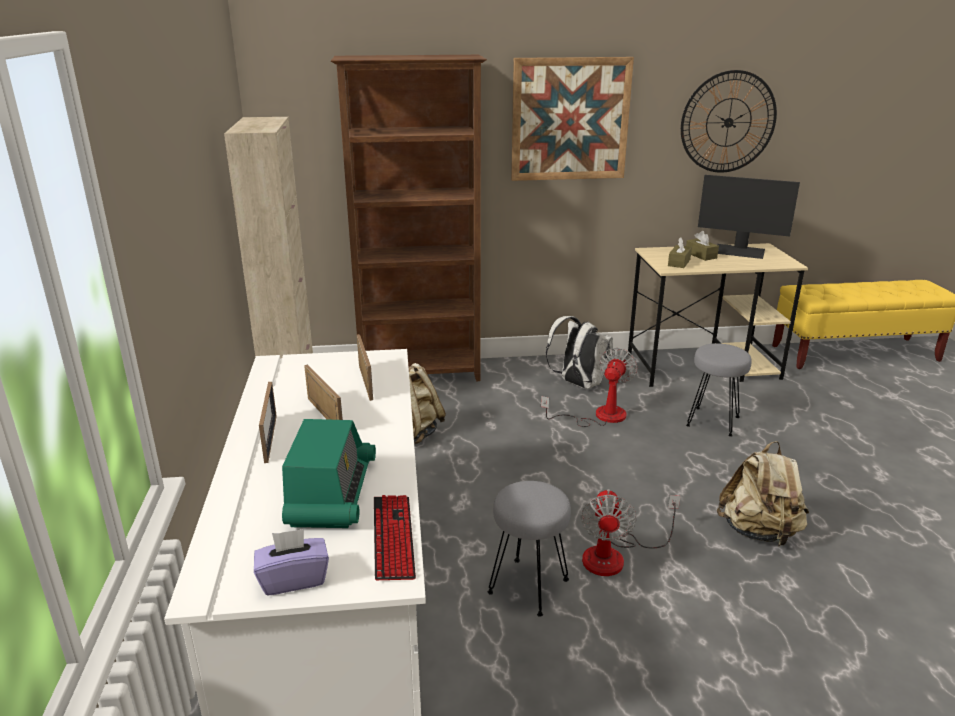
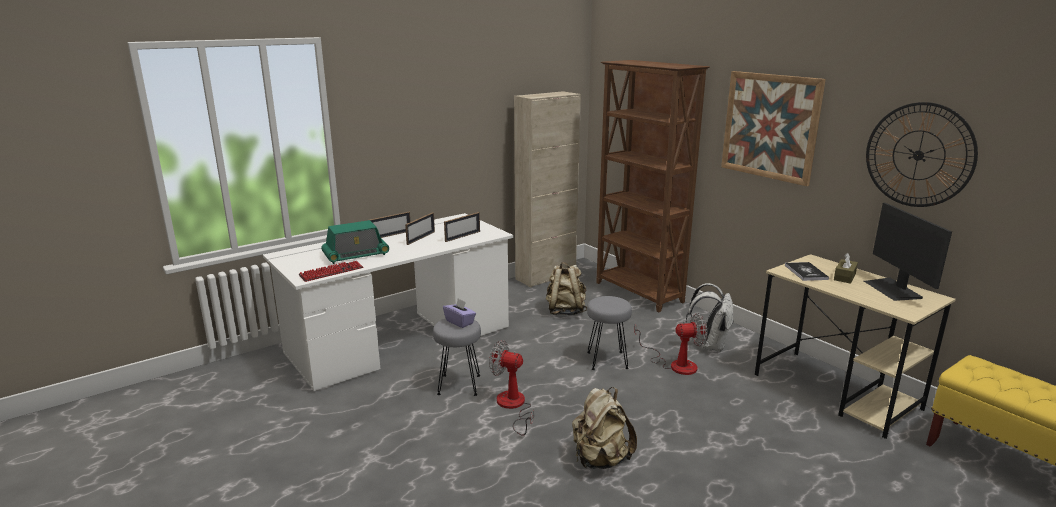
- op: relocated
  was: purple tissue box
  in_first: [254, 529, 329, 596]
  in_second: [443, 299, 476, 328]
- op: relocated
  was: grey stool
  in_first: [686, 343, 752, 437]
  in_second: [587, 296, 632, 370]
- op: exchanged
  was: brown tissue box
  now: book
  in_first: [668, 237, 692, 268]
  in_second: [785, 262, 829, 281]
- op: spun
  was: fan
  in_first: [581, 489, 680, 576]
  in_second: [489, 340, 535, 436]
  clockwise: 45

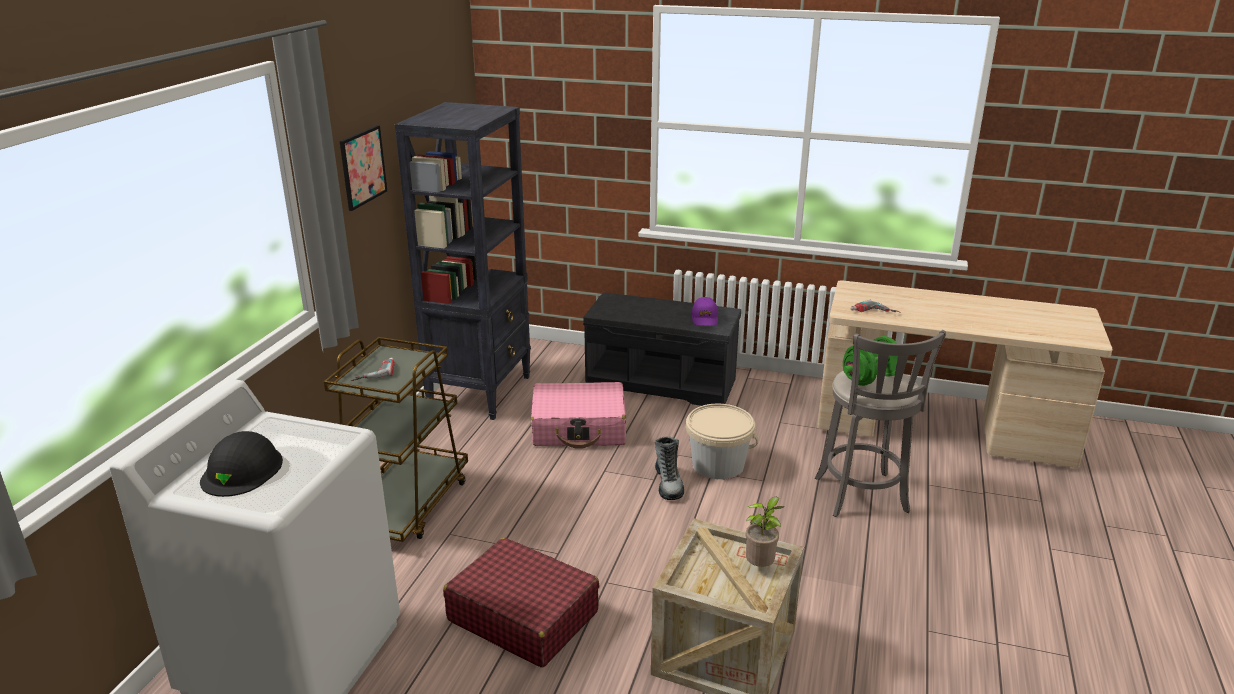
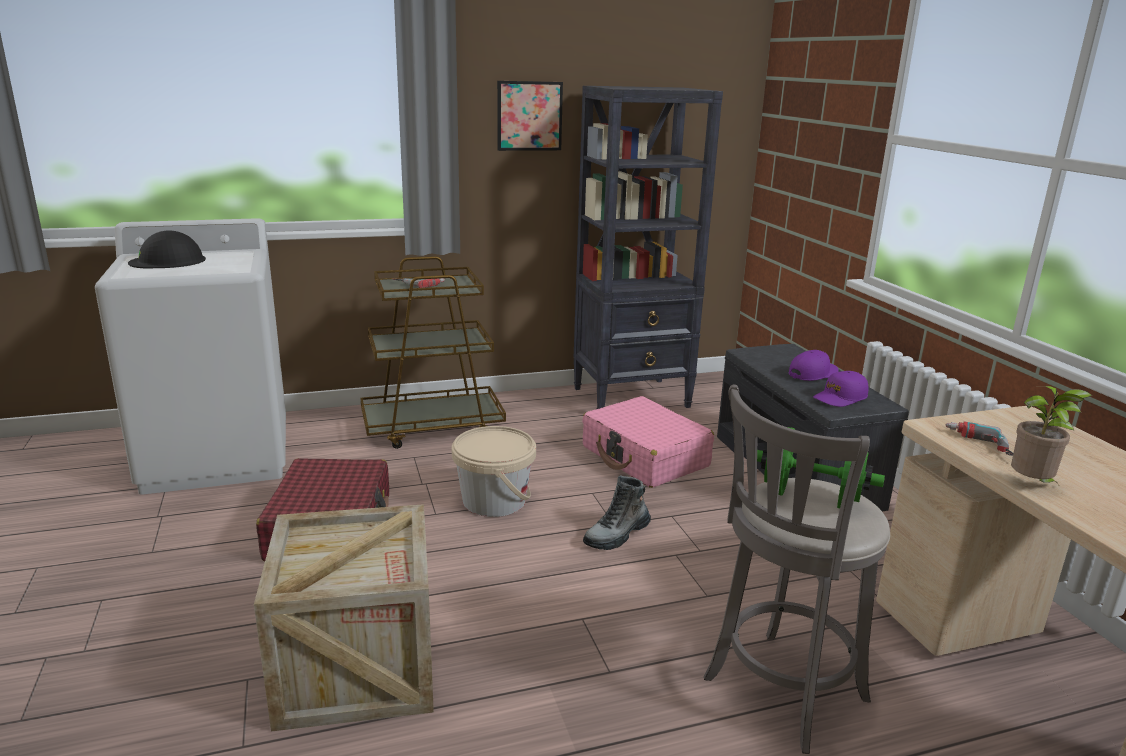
- op: appeared
  now: purple cap
  in_second: [789, 350, 839, 381]
- op: relocated
  was: beige bucket
  in_first: [686, 404, 758, 480]
  in_second: [452, 426, 536, 517]
- op: relocated
  was: potted plant
  in_first: [746, 497, 783, 567]
  in_second: [1011, 386, 1092, 484]

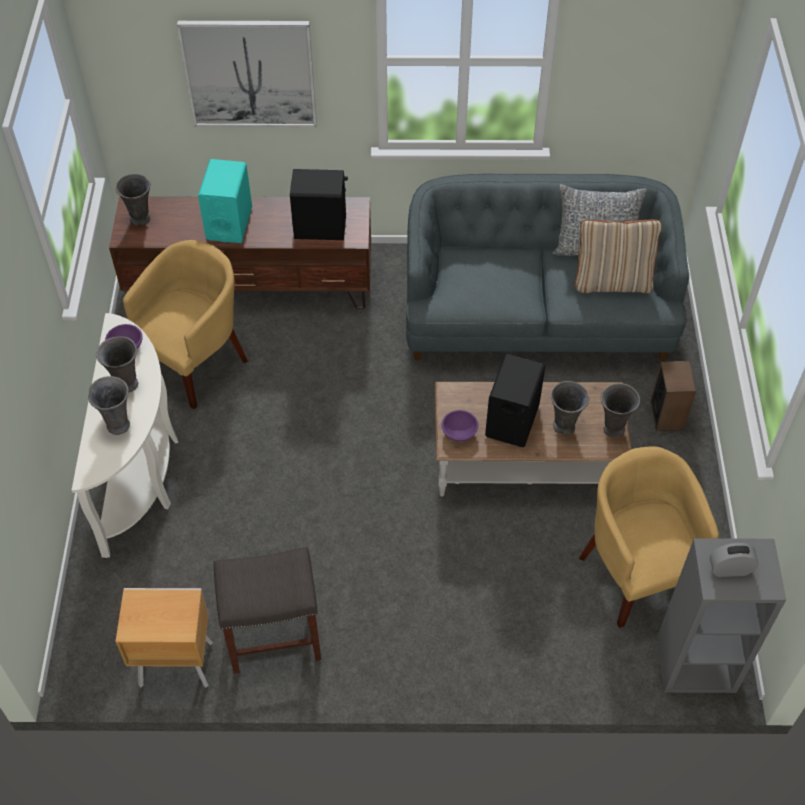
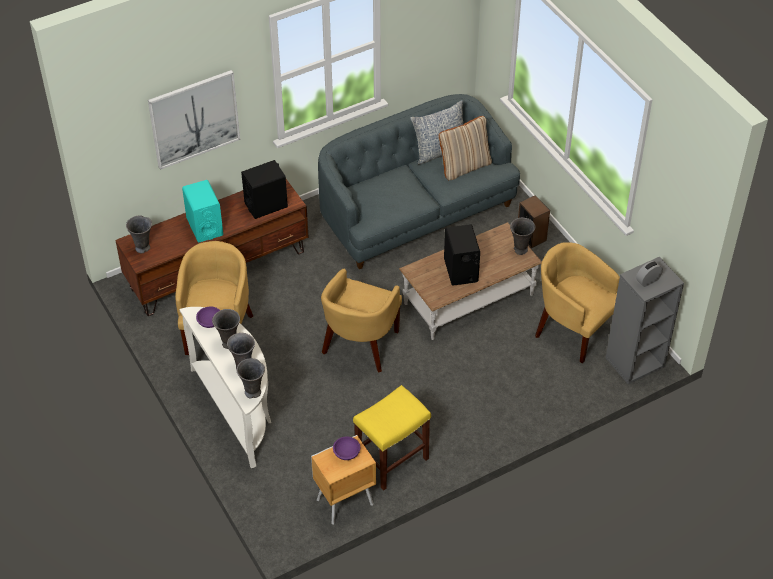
- op: appeared
  now: yellow armchair
  in_second: [321, 268, 402, 372]
- op: relocated
  was: purple bowl
  in_first: [442, 410, 478, 442]
  in_second: [333, 437, 360, 460]
- op: relocated
  was: grey vase
  in_first: [551, 381, 590, 435]
  in_second: [236, 358, 265, 399]
- op: colour
  was: grey stool
  now: yellow stool
  in_first: [214, 547, 321, 674]
  in_second: [353, 385, 431, 491]

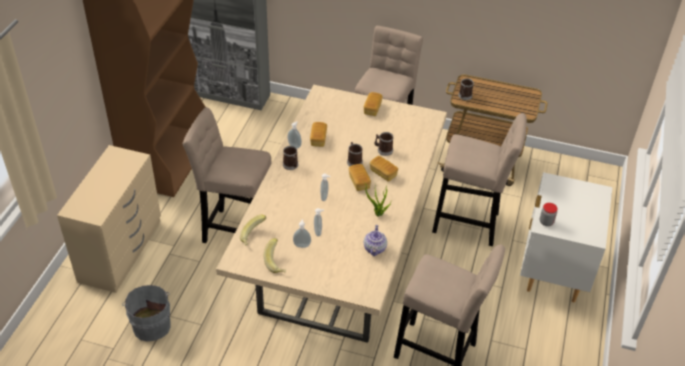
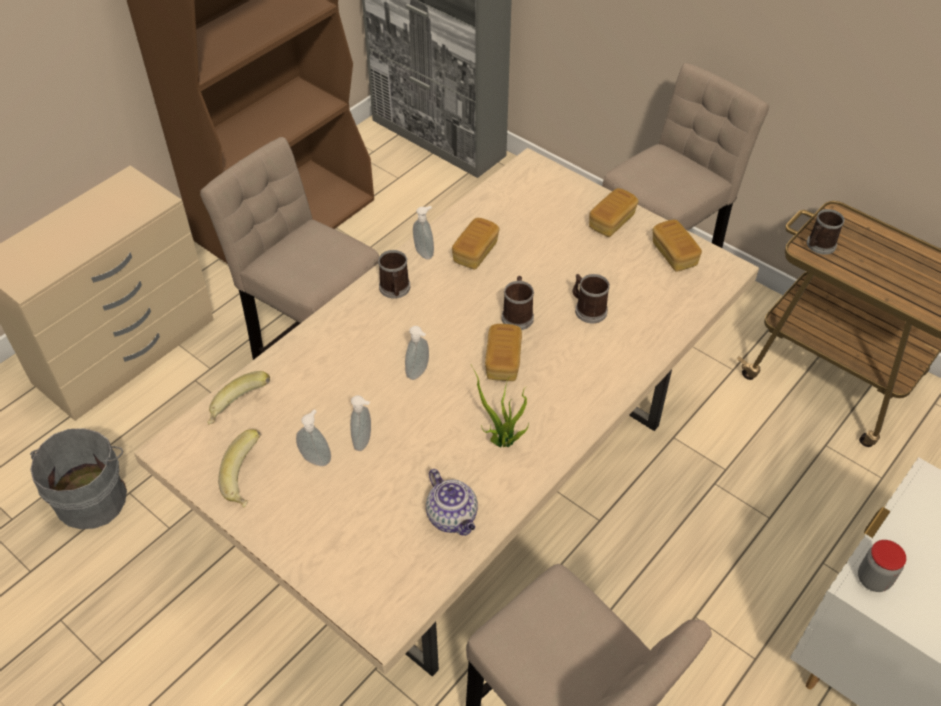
- op: missing
  was: beige stool
  in_first: [432, 113, 527, 246]
- op: relocated
  was: bread
  in_first: [370, 156, 398, 182]
  in_second: [653, 220, 702, 272]
- op: spun
  was: teapot
  in_first: [364, 225, 387, 256]
  in_second: [426, 469, 478, 536]
  clockwise: -60

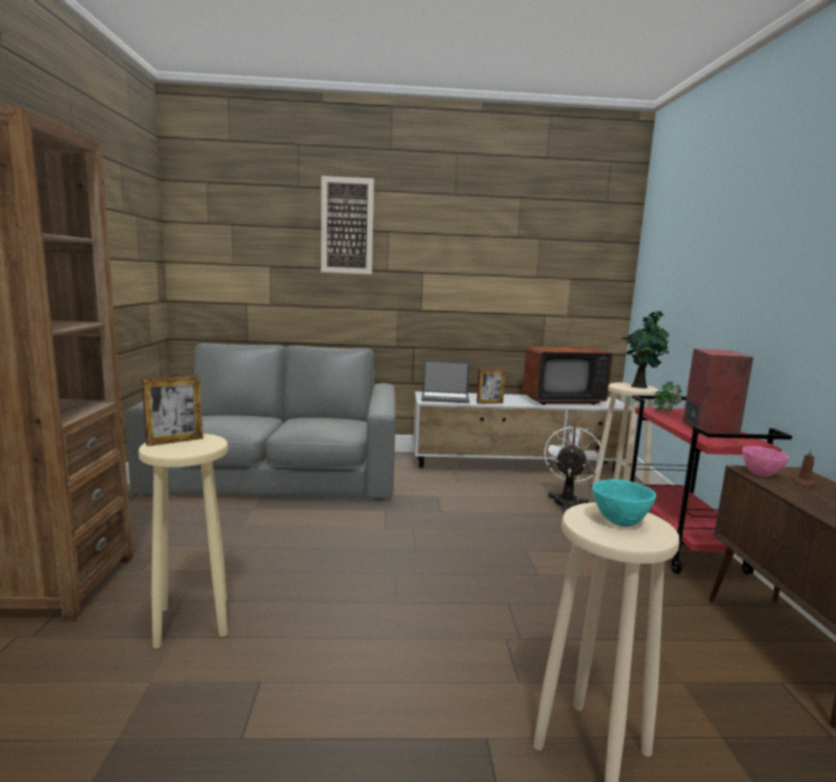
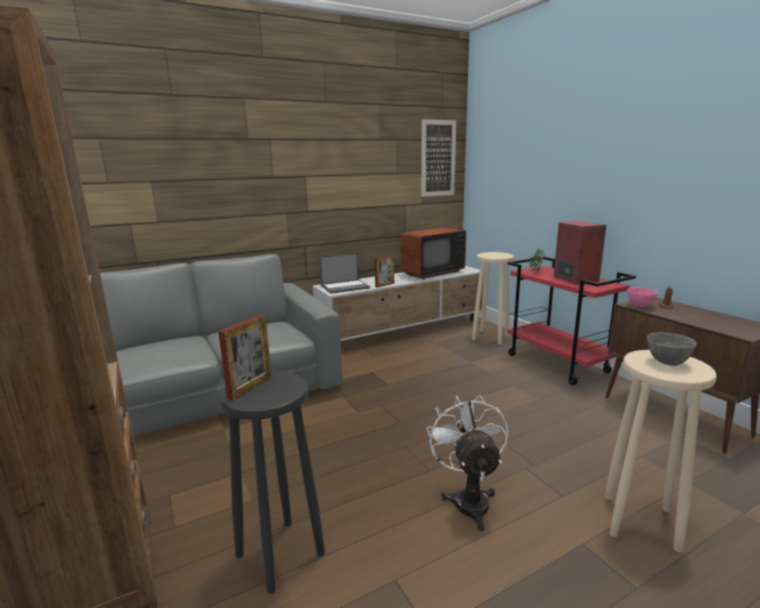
- op: missing
  was: potted plant
  in_first: [621, 311, 669, 388]
- op: relocated
  was: picture
  in_first: [321, 176, 374, 274]
  in_second: [421, 119, 456, 197]
- op: relocated
  was: white fan
  in_first: [544, 425, 603, 513]
  in_second: [427, 395, 509, 531]
- op: colour
  was: beige stool
  now: black stool
  in_first: [139, 434, 228, 648]
  in_second: [220, 371, 325, 594]
- op: colour
  was: turquoise bowl
  now: grey bowl
  in_first: [592, 479, 656, 527]
  in_second: [647, 332, 697, 366]

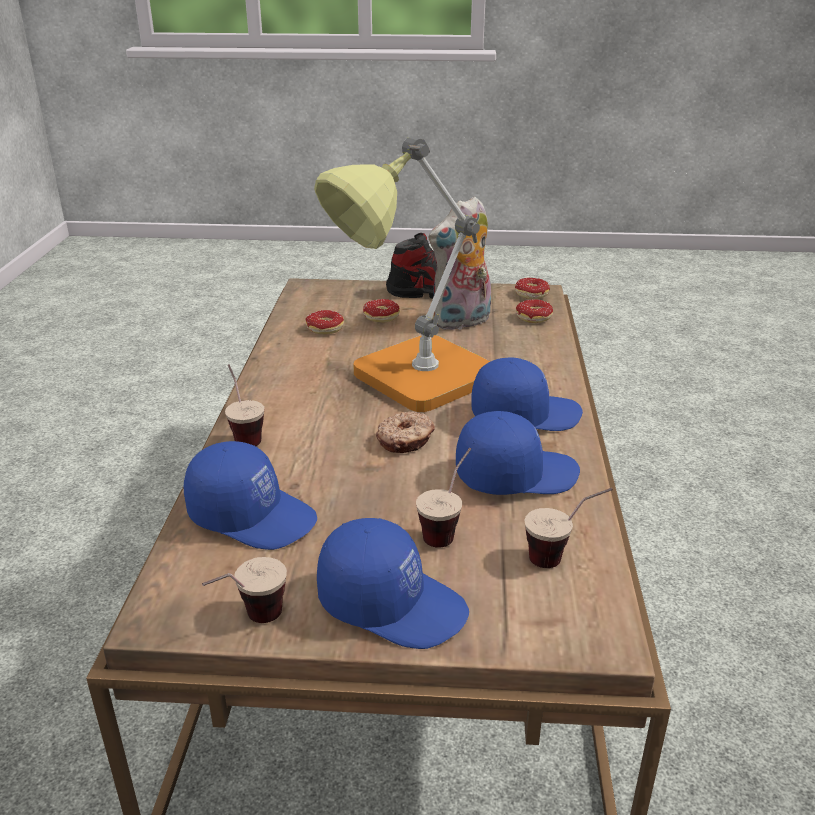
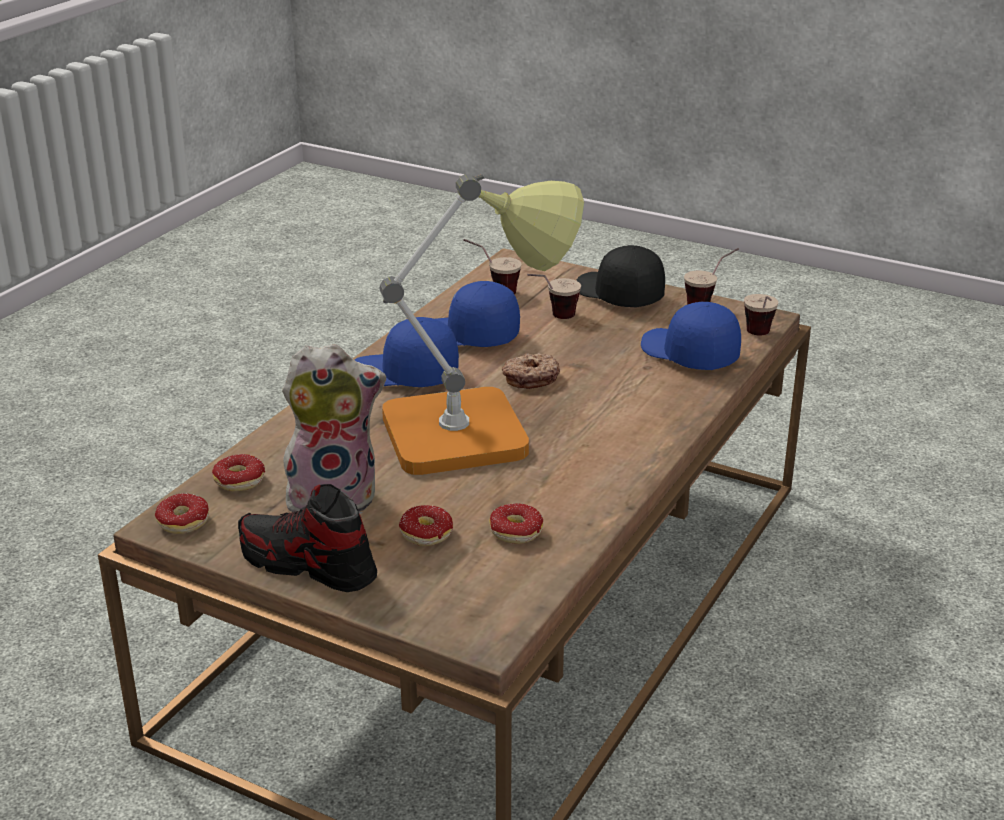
- op: relocated
  was: cup
  in_first: [225, 364, 264, 446]
  in_second: [744, 294, 778, 336]
- op: colour
  was: blue cap
  now: black cap
  in_first: [317, 518, 469, 649]
  in_second: [576, 245, 665, 307]

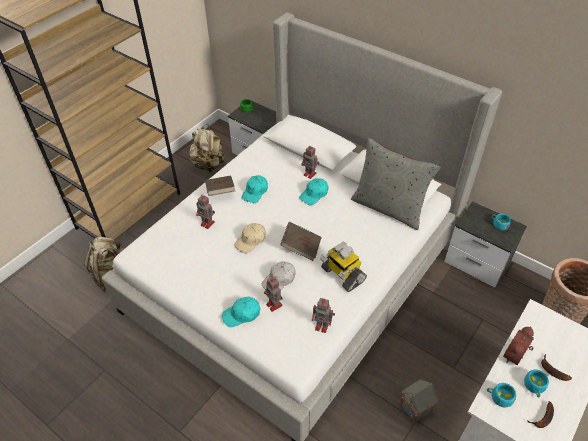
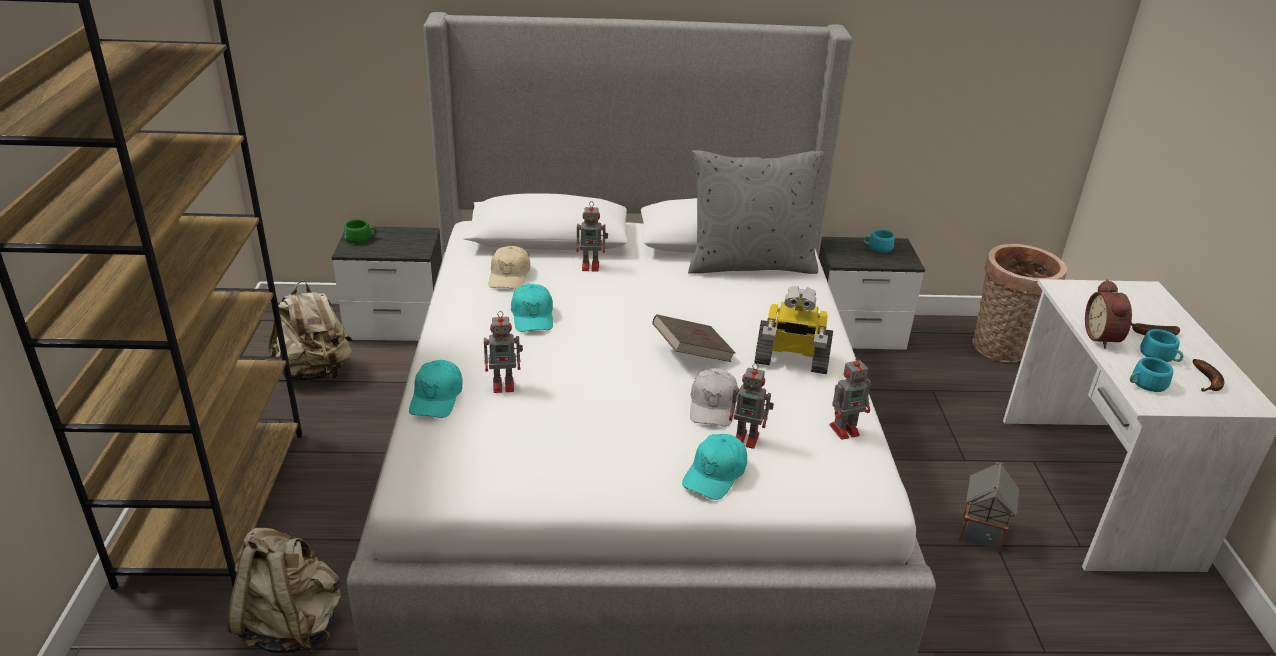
- op: missing
  was: brown book
  in_first: [205, 175, 235, 196]
- op: relocated
  was: beige cap
  in_first: [234, 223, 266, 253]
  in_second: [488, 246, 530, 289]
- op: relocated
  was: turquoise cap
  in_first: [299, 178, 328, 205]
  in_second: [409, 360, 463, 418]

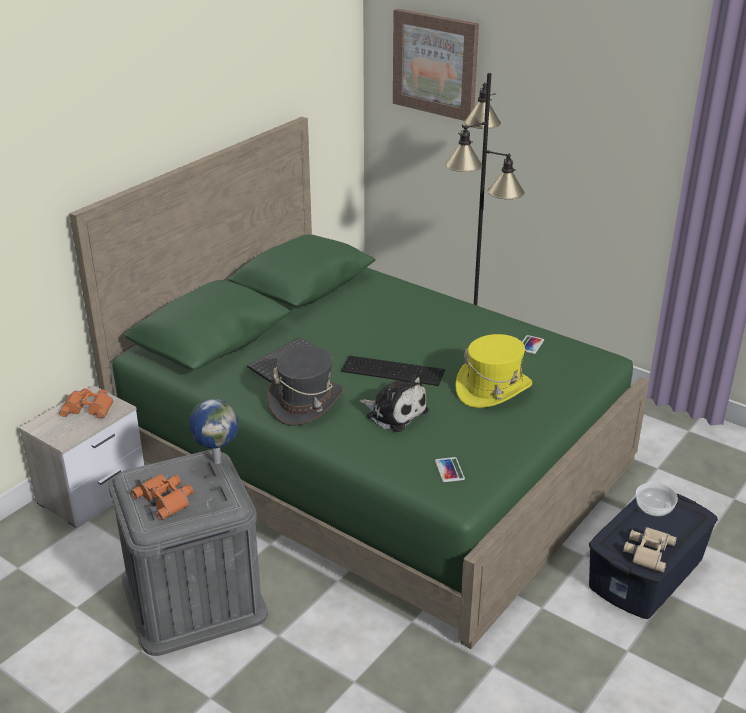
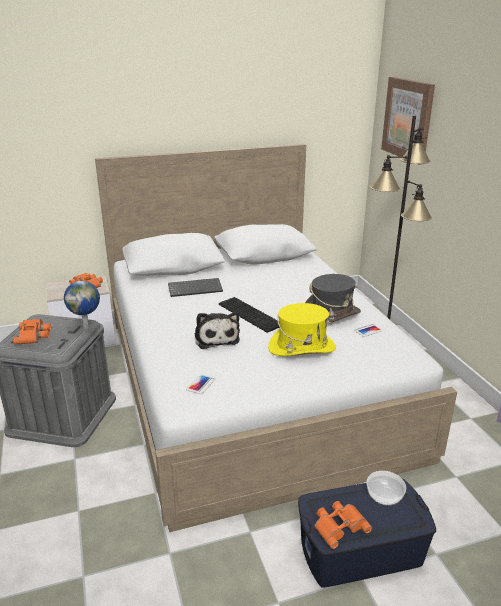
- op: relocated
  was: grey hat
  in_first: [268, 346, 343, 426]
  in_second: [305, 274, 361, 324]
- op: colour
  was: green bed
  now: white bed
  in_first: [69, 117, 649, 649]
  in_second: [95, 144, 457, 532]
- op: colour
  was: beige binoculars
  now: orange binoculars
  in_first: [623, 527, 677, 572]
  in_second: [314, 501, 372, 549]

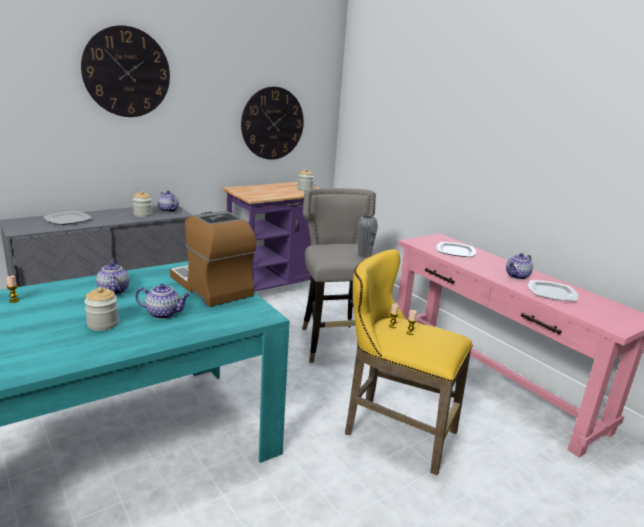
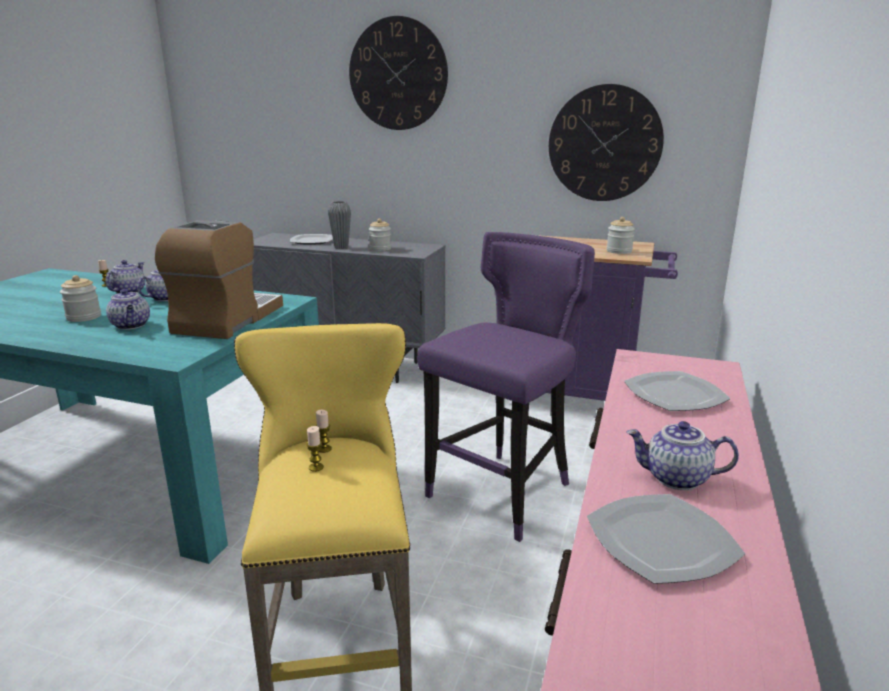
- op: relocated
  was: teapot
  in_first: [158, 191, 179, 212]
  in_second: [105, 260, 145, 294]
- op: relocated
  was: grey vase
  in_first: [357, 215, 378, 258]
  in_second: [328, 201, 351, 249]
- op: colour
  was: grey stool
  now: purple stool
  in_first: [302, 188, 378, 363]
  in_second: [417, 232, 595, 542]

